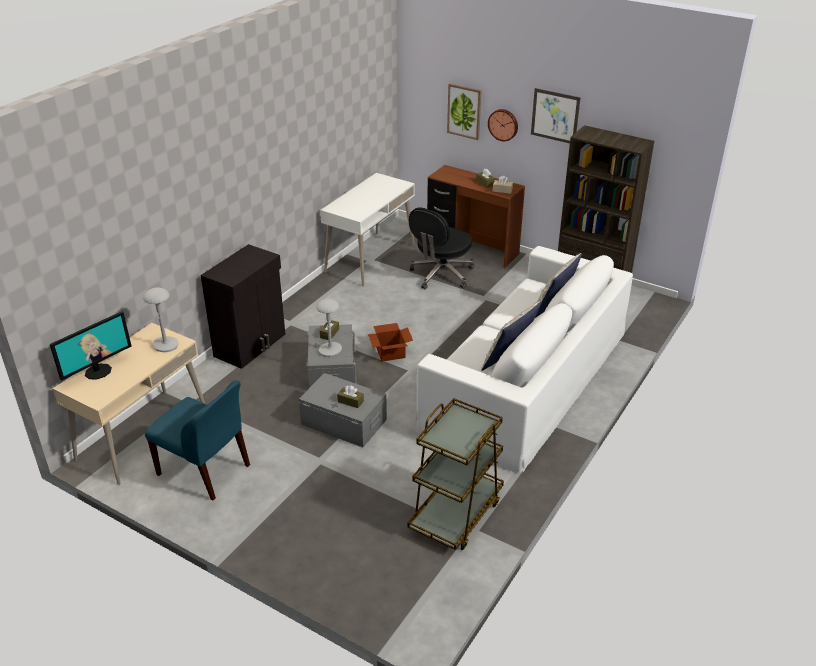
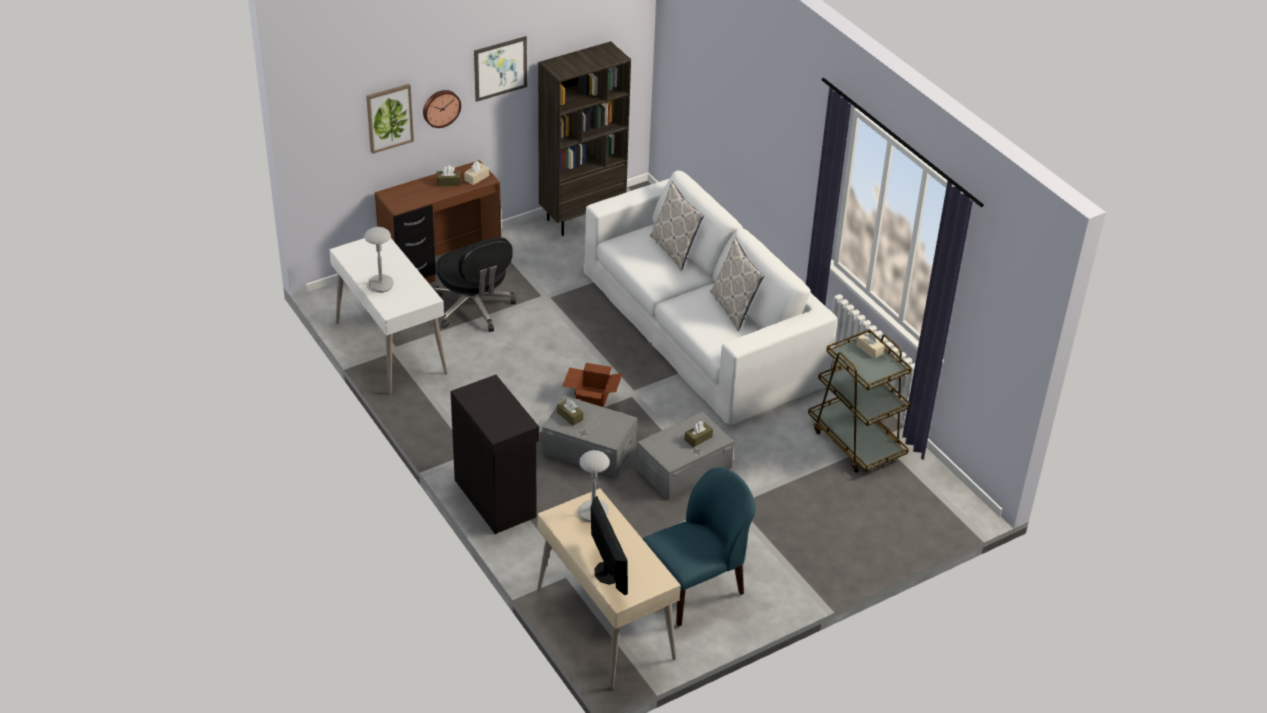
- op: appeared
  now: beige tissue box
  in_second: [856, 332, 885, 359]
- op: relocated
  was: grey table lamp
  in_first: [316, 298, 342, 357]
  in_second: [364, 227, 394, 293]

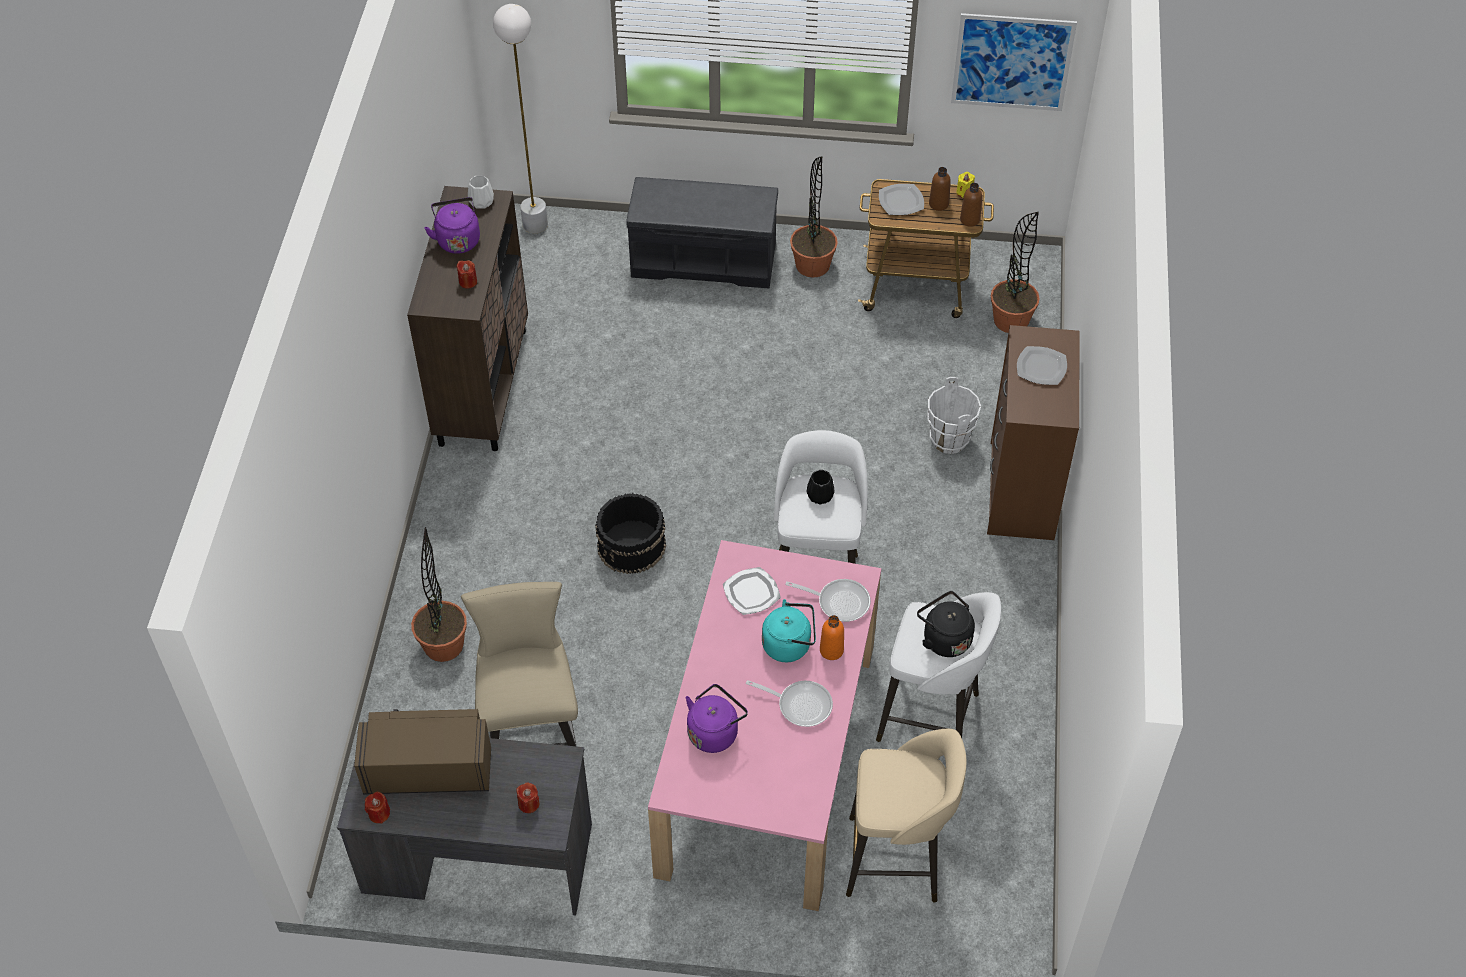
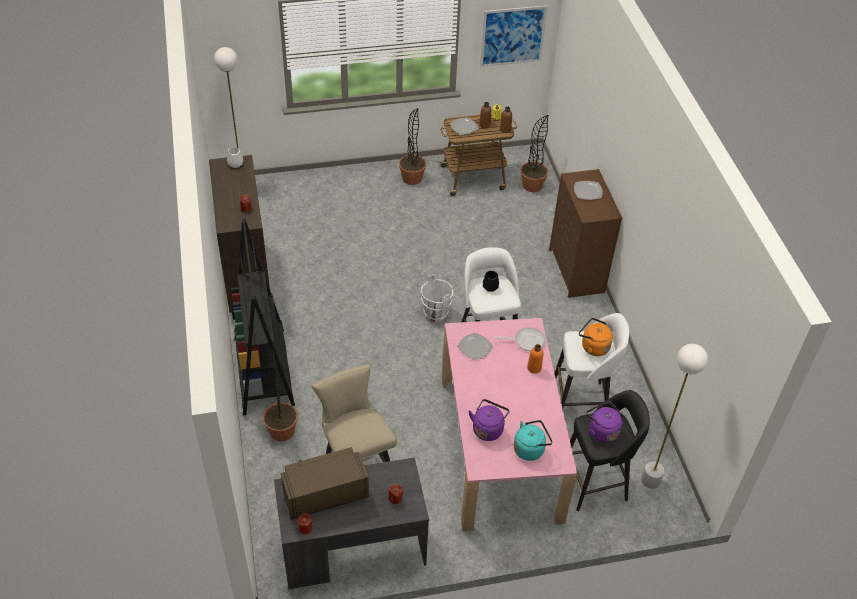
- op: missing
  was: black bucket
  in_first: [595, 493, 666, 574]
- op: missing
  was: grey bench
  in_first: [626, 177, 778, 289]
- op: missing
  was: frying pan
  in_first: [746, 680, 833, 727]
- op: appeared
  now: black bookcase
  in_second: [231, 218, 295, 415]
- op: appeared
  now: white floor lamp
  in_second: [642, 344, 708, 489]
- op: relocated
  was: purple kettle
  in_first: [424, 197, 480, 254]
  in_second: [586, 401, 622, 443]
- op: relocated
  was: turquoise kettle
  in_first: [762, 599, 816, 662]
  in_second: [514, 420, 553, 461]
- op: relocated
  was: white bucket
  in_first: [928, 377, 981, 454]
  in_second: [421, 274, 453, 322]
- op: colour
  was: beige stool
  now: black stool
  in_first: [846, 729, 967, 903]
  in_second: [570, 390, 650, 511]
- op: colour
  was: black kettle
  now: orange kettle
  in_first: [917, 591, 975, 657]
  in_second: [579, 318, 613, 356]

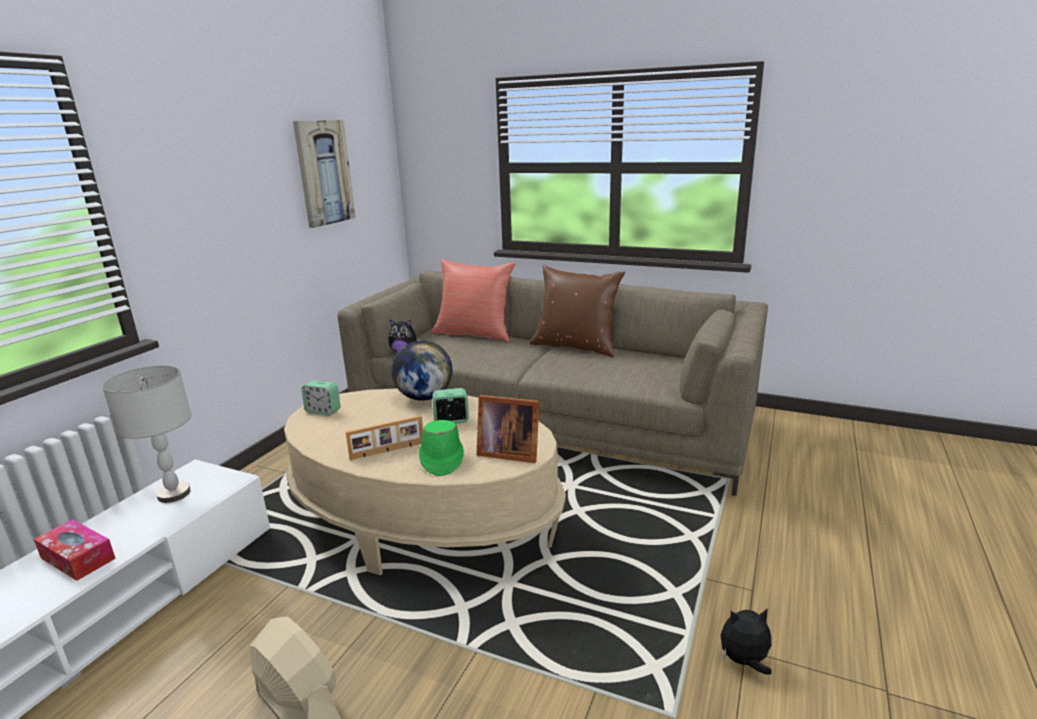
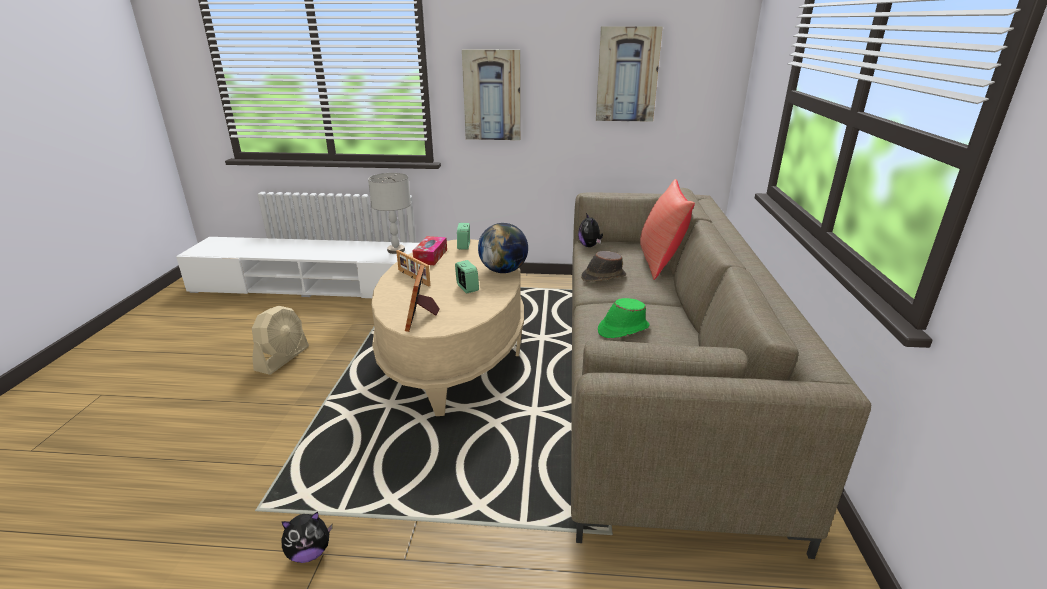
- op: missing
  was: brown pillow
  in_first: [529, 265, 625, 357]
- op: appeared
  now: picture
  in_second: [462, 49, 521, 140]
- op: appeared
  now: brown hat
  in_second: [581, 251, 626, 282]
- op: relocated
  was: tissue box
  in_first: [34, 520, 116, 581]
  in_second: [412, 236, 447, 265]
- op: relocated
  was: green hat
  in_first: [419, 420, 464, 476]
  in_second: [598, 298, 650, 338]
- op: spun
  was: plush toy
  in_first: [720, 608, 772, 674]
  in_second: [281, 512, 332, 563]
  clockwise: 90

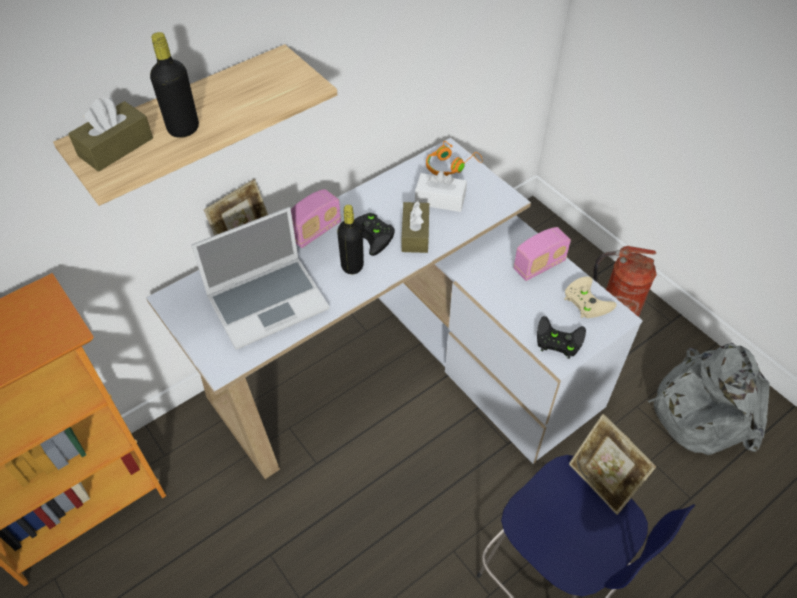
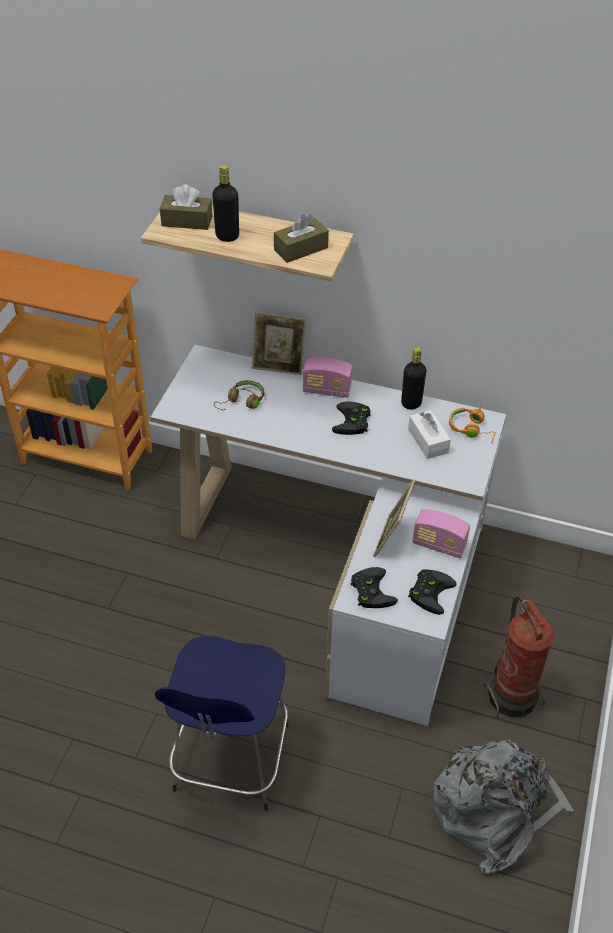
- op: relocated
  was: black bottle
  in_first: [337, 205, 364, 274]
  in_second: [401, 347, 426, 409]
- op: relocated
  was: brown tissue box
  in_first: [401, 200, 429, 253]
  in_second: [274, 214, 329, 263]
- op: relocated
  was: picture frame
  in_first: [569, 414, 656, 515]
  in_second: [373, 479, 415, 557]
- op: exchanged
  was: laptop
  now: brown headphones
  in_first: [192, 207, 330, 350]
  in_second: [214, 380, 264, 410]
- op: colour
  was: beige game controller
  now: black game controller
  in_first: [564, 276, 617, 318]
  in_second: [408, 569, 457, 615]

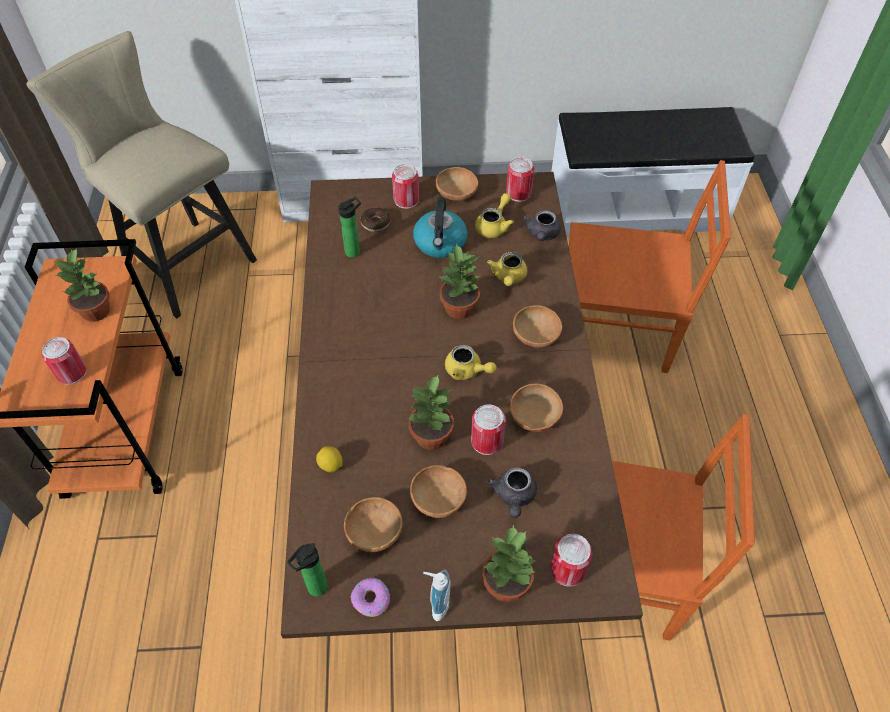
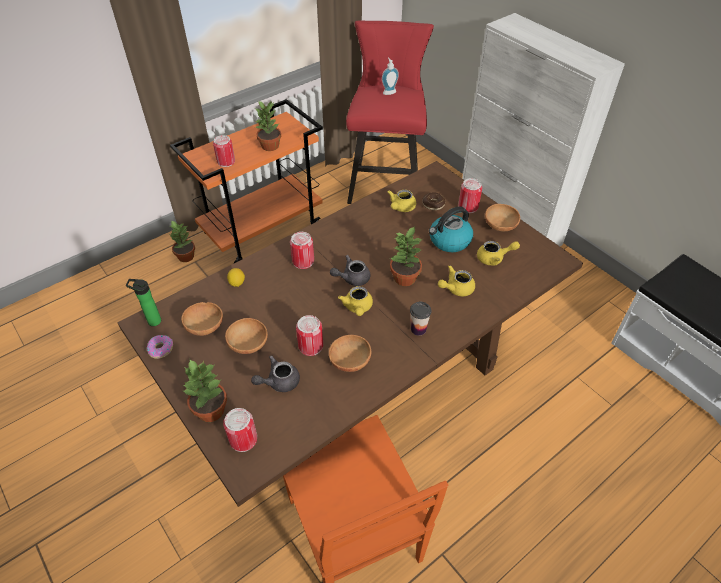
- op: missing
  was: orange chair
  in_first: [569, 160, 731, 373]
- op: relocated
  was: potted plant
  in_first: [407, 374, 454, 450]
  in_second: [170, 220, 195, 262]
- op: relocated
  was: soap dispenser
  in_first: [423, 569, 451, 621]
  in_second: [382, 58, 399, 95]
- op: relocated
  was: can
  in_first: [506, 157, 534, 202]
  in_second: [290, 232, 314, 269]
- op: relocated
  was: grey teapot
  in_first: [522, 210, 560, 241]
  in_second: [330, 255, 370, 286]
- op: exchanged
  was: bottle
  now: yellow teapot
  in_first: [339, 197, 361, 258]
  in_second: [388, 189, 416, 212]
- op: exchanged
  was: brown bowl
  now: cup
  in_first: [513, 305, 562, 348]
  in_second: [410, 302, 431, 336]
- op: colour
  was: beige stool
  now: red stool
  in_first: [26, 31, 257, 319]
  in_second: [346, 21, 434, 204]

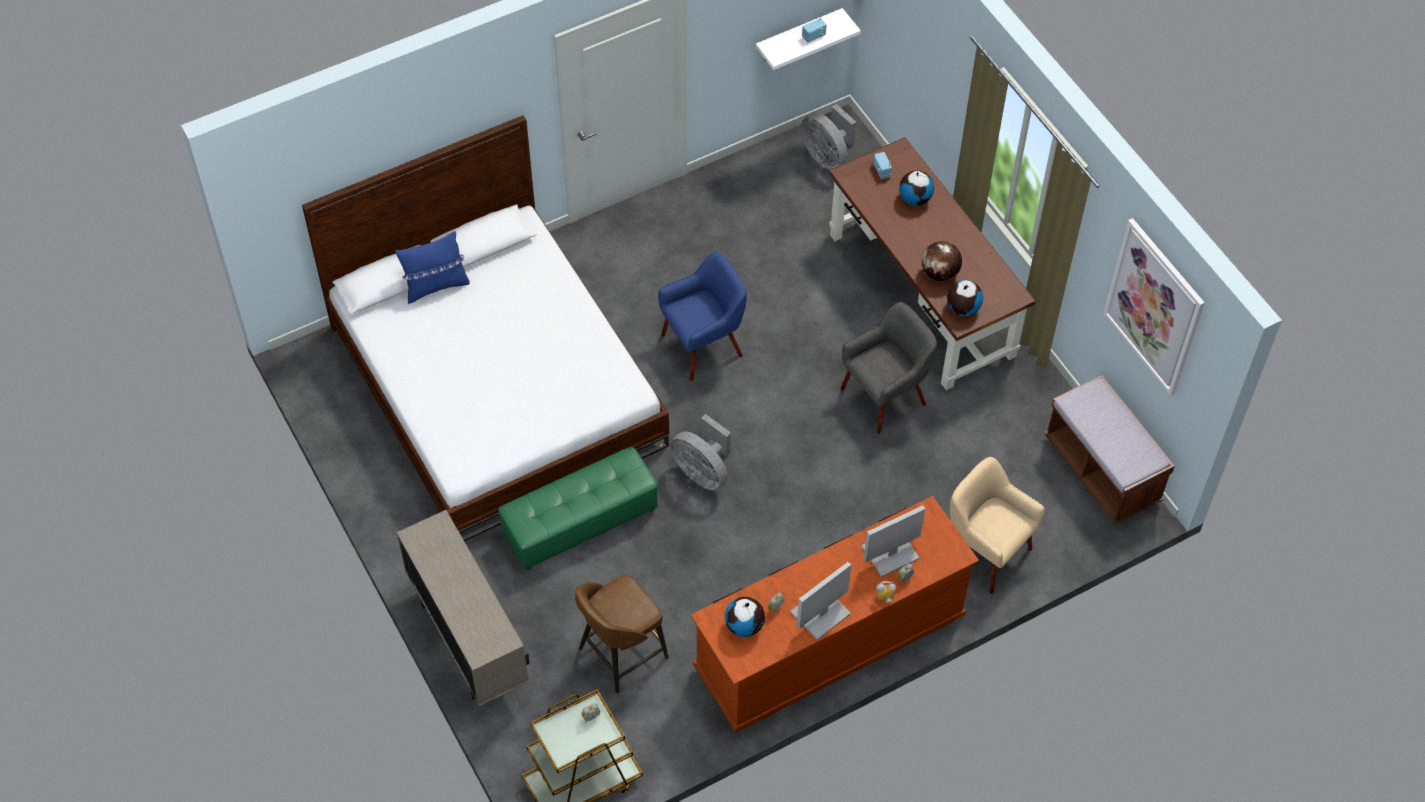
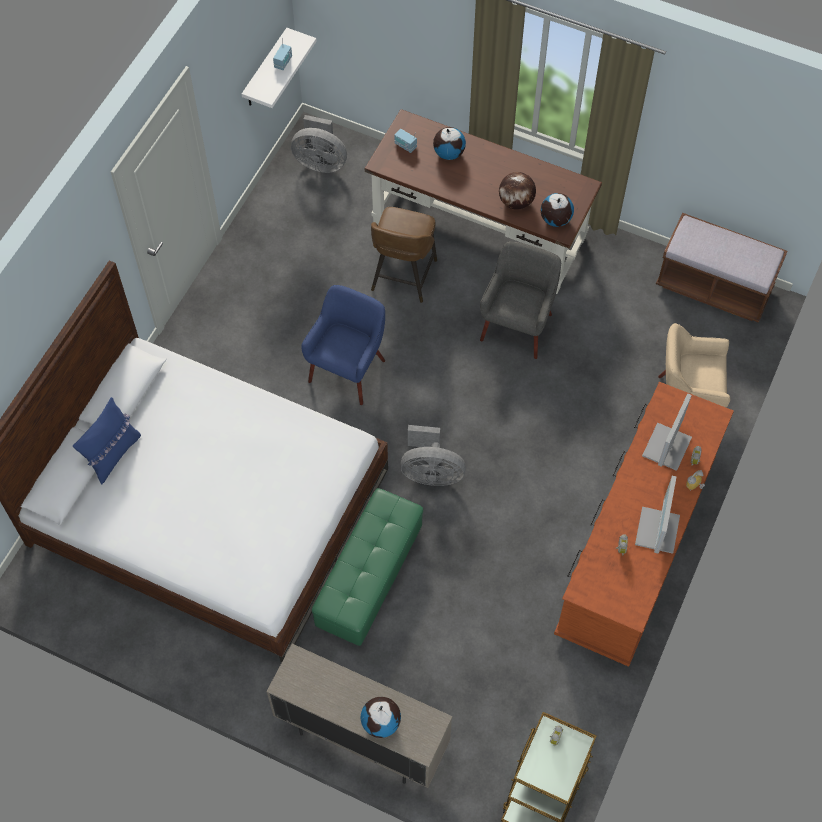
- op: missing
  was: picture
  in_first: [1103, 218, 1205, 396]
- op: relocated
  was: brown stool
  in_first: [575, 574, 669, 693]
  in_second: [371, 207, 437, 303]
- op: relocated
  was: globe
  in_first: [725, 597, 765, 637]
  in_second: [361, 697, 401, 738]

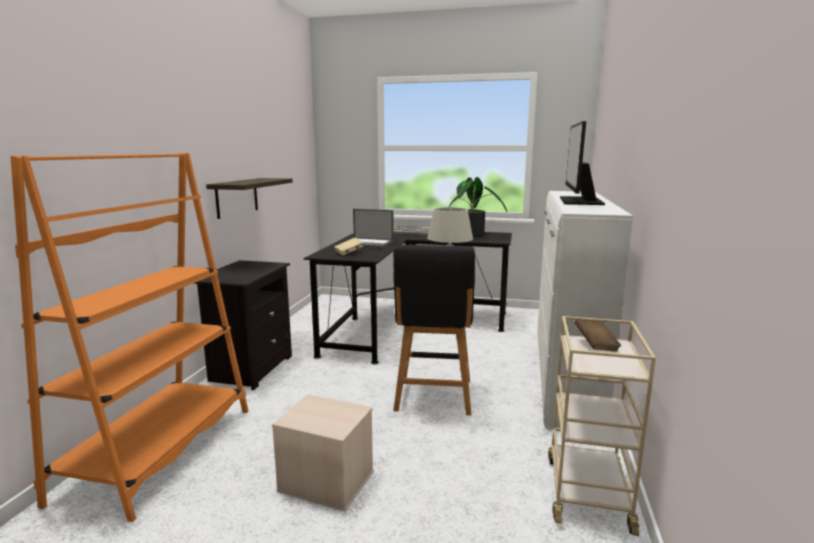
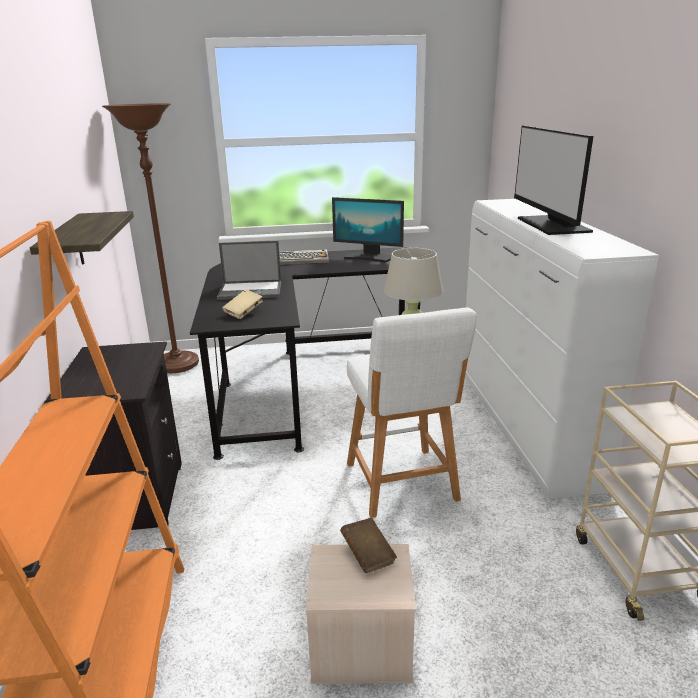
- op: appeared
  now: brown floor lamp
  in_second: [102, 103, 199, 373]
- op: relocated
  was: brown book
  in_first: [575, 319, 621, 352]
  in_second: [340, 518, 397, 573]
- op: exchanged
  was: potted plant
  now: monitor
  in_first: [449, 177, 507, 237]
  in_second: [332, 197, 404, 263]
- op: colour
  was: black stool
  now: white stool
  in_first: [393, 245, 475, 416]
  in_second: [347, 307, 477, 518]

